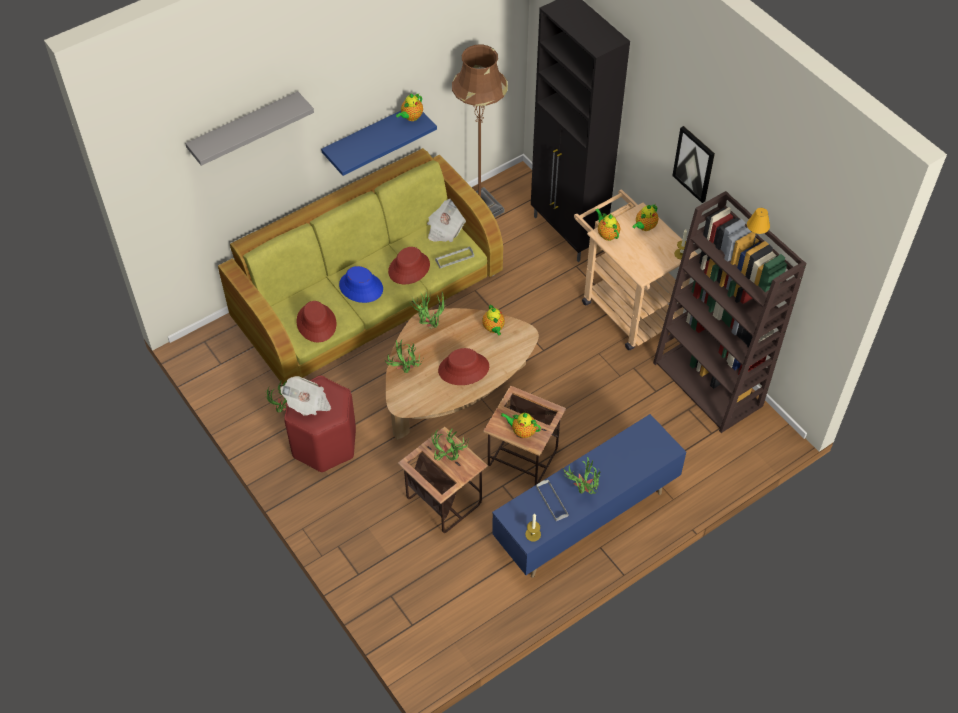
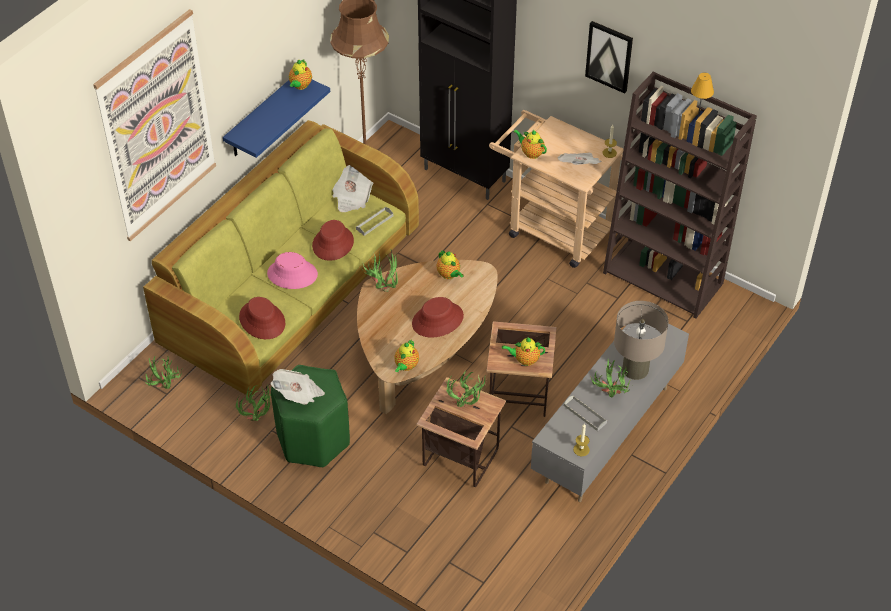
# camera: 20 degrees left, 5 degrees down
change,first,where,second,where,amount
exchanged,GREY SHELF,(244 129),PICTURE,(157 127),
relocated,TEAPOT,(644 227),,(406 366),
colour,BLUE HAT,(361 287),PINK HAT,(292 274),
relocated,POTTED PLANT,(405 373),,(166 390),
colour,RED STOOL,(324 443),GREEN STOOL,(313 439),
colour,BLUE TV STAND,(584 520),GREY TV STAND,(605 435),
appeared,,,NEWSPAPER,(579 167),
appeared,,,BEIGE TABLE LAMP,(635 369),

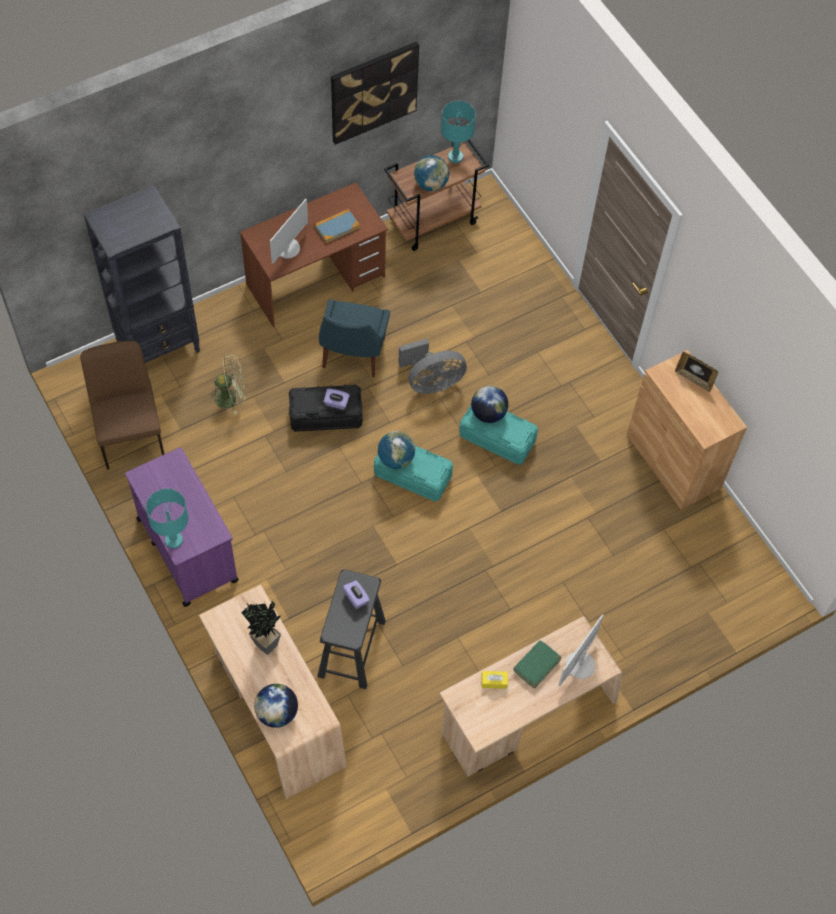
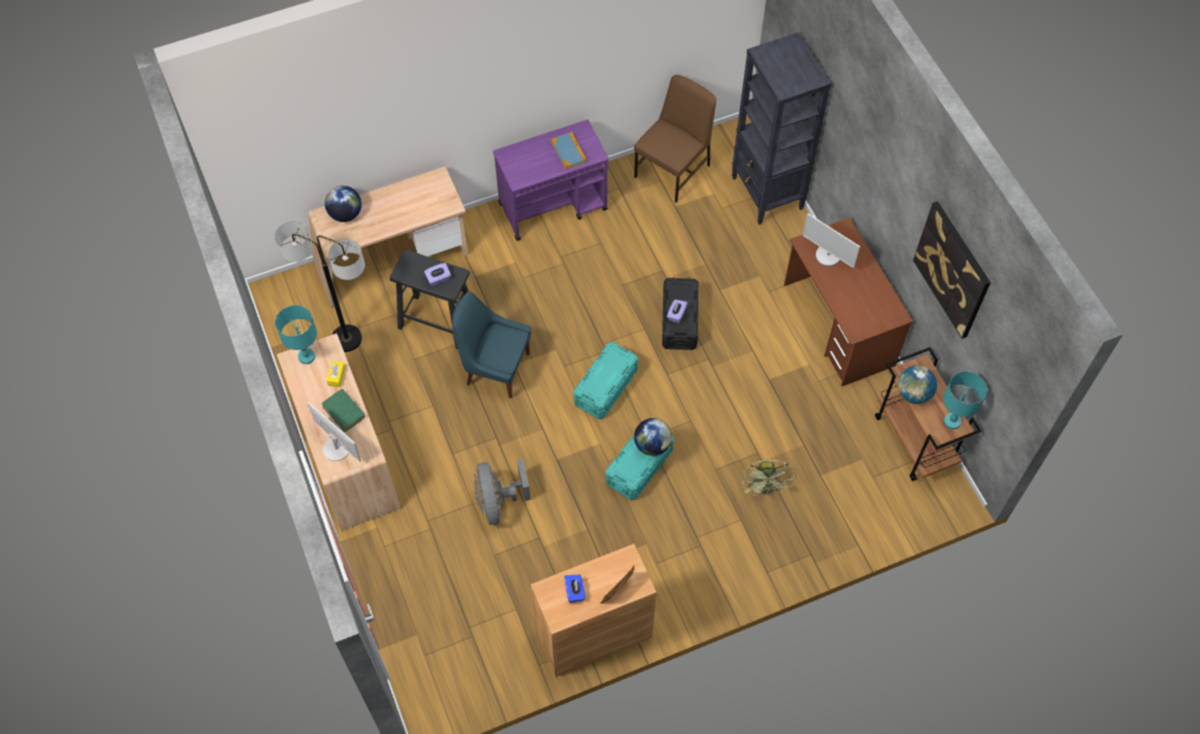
# camera: 100 degrees right, 0 degrees up
change,first,where,second,where,amount
relocated,BOOK,(337 227),,(569 152),
relocated,BLUE CHAIR,(352 355),,(495 368),
relocated,GREY FAN,(431 382),,(498 502),
spun,BROWN CHAIR,(131 434),,(673 170),45 degrees counterclockwise
relocated,GREEN FAN,(231 397),,(765 489),
missing,GLOBE,(396 458),,,
relocated,TURQUOISE TABLE LAMP,(174 540),,(306 357),
missing,POTTED PLANT,(265 641),,,
appeared,,,FLOOR LAMP,(346 338),
appeared,,,BLUE TISSUE BOX,(575 591),

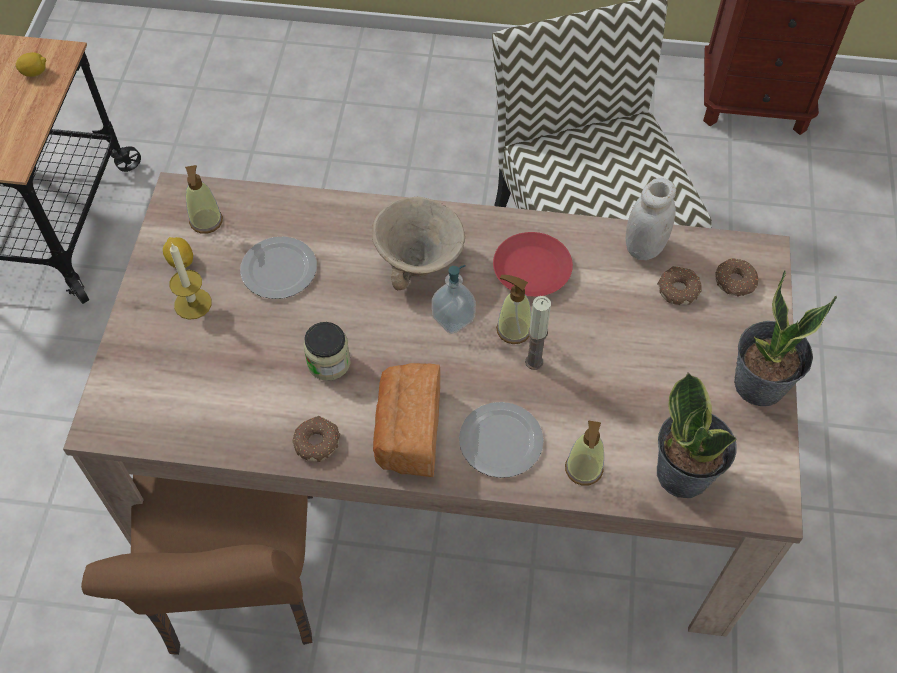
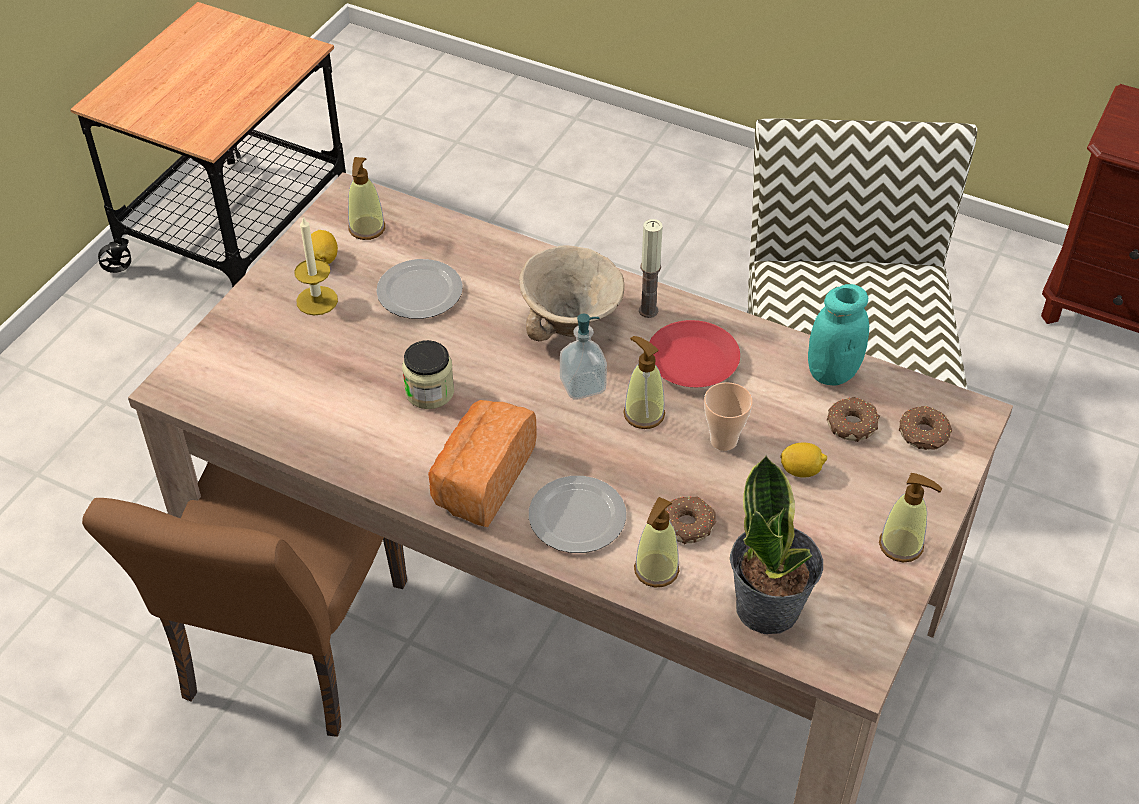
# camera: 20 degrees right, 10 degrees down
change,first,where,second,where,amount
relocated,LEMON,(35 72),,(801 470),
colour,WHITE JAR,(644 247),TURQUOISE JAR,(832 372),
exchanged,POTTED PLANT,(759 385),SOAP DISPENSER,(901 545),
relocated,CANDLE,(534 361),,(648 310),
relocated,DONUT,(317 442),,(687 524),
appeared,,,CUP,(723 440),

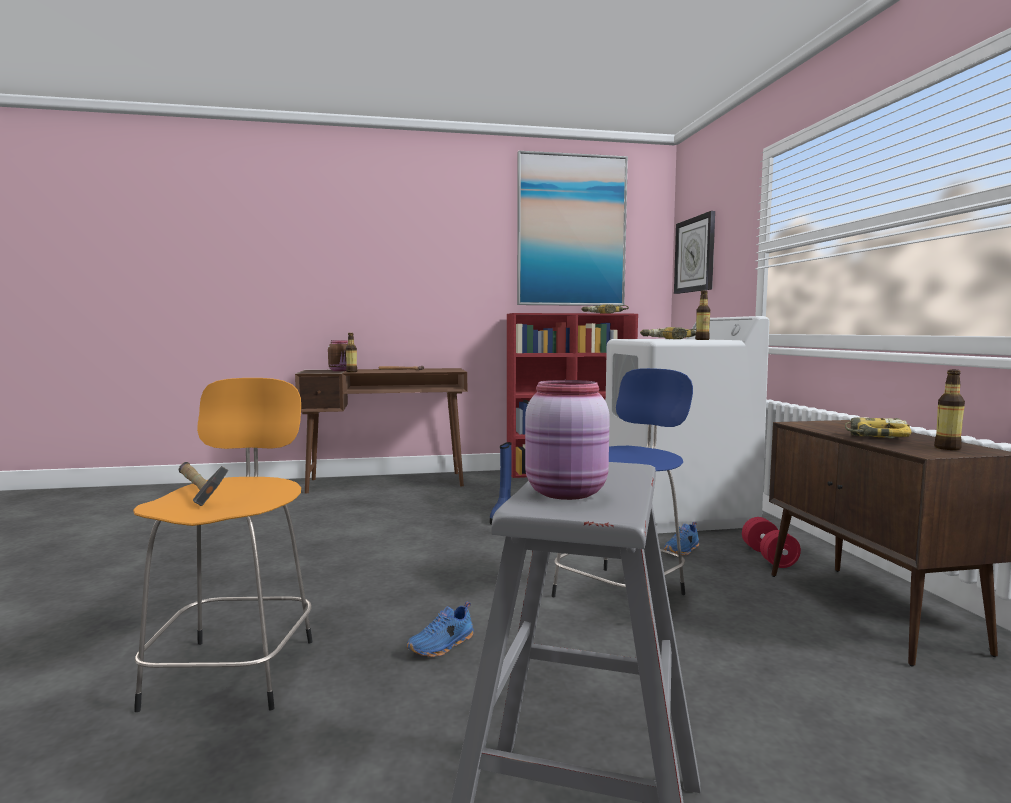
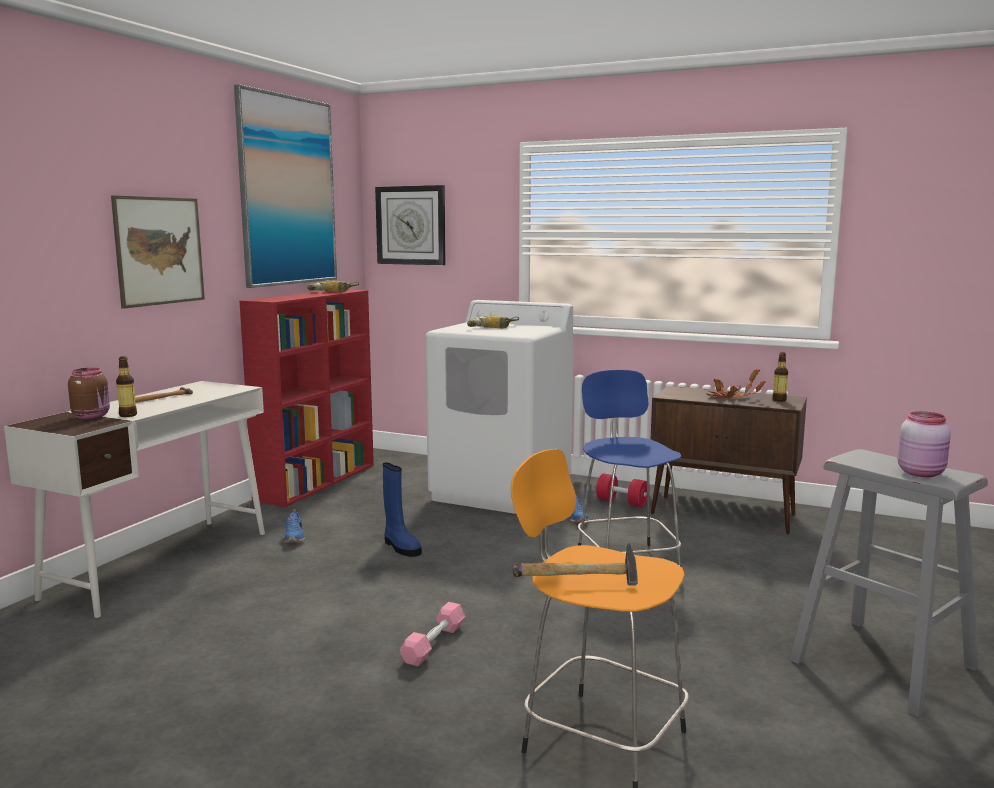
# camera: 55 degrees left, 5 degrees up
change,first,where,second,where,amount
missing,BOTTLE,(702 339),,,
colour,BROWN DESK,(387 482),WHITE DESK,(161 563),
exchanged,POWER DRILL,(875 436),POTTED PLANT,(730 398),
relocated,BLUE SHOE,(442 646),,(295 537),
appeared,,,PICTURE,(159 251),
appeared,,,PINK DUMBBELL,(434 644),

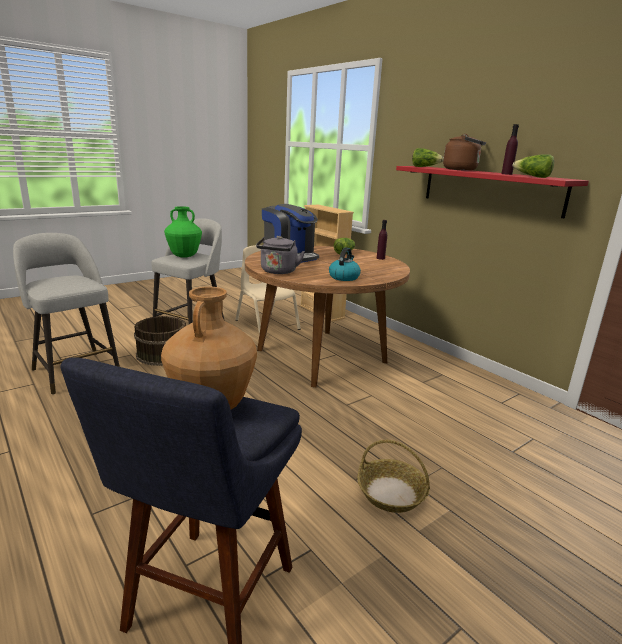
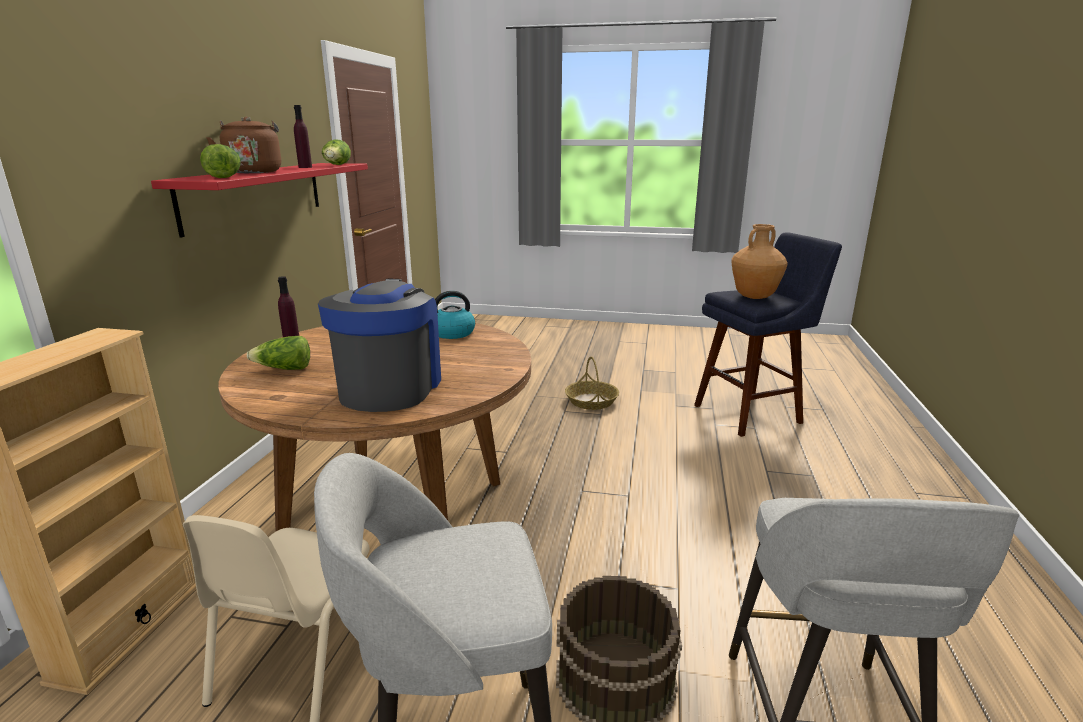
# camera: 130 degrees left, 0 degrees up
change,first,where,second,where,amount
missing,GREEN VASE,(184 256),,,
missing,GREY KETTLE,(278 272),,,

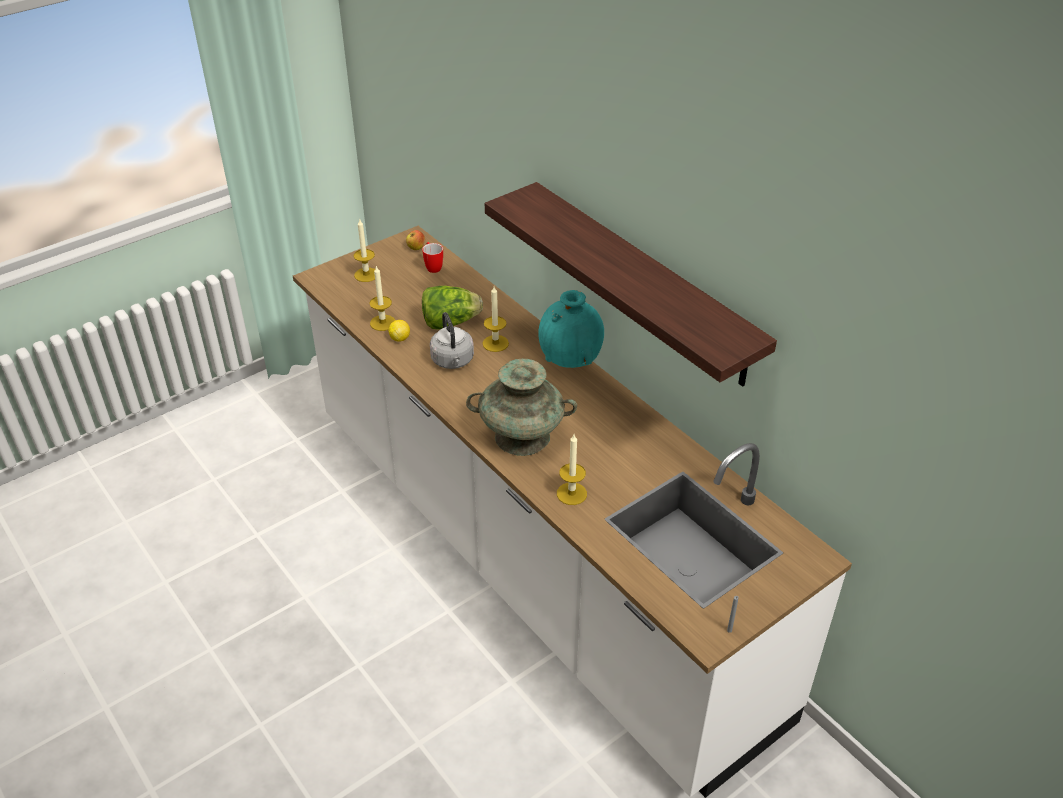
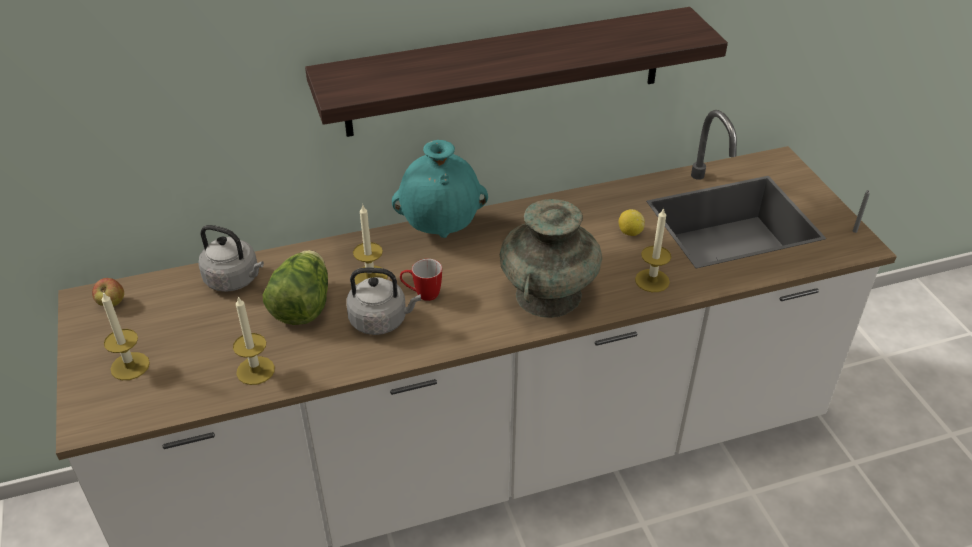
# camera: 70 degrees left, 0 degrees up
change,first,where,second,where,amount
relocated,MUG,(432 266),,(422 294),
relocated,LEMON,(400 338),,(630 232),
appeared,,,GREY KETTLE,(235 280),

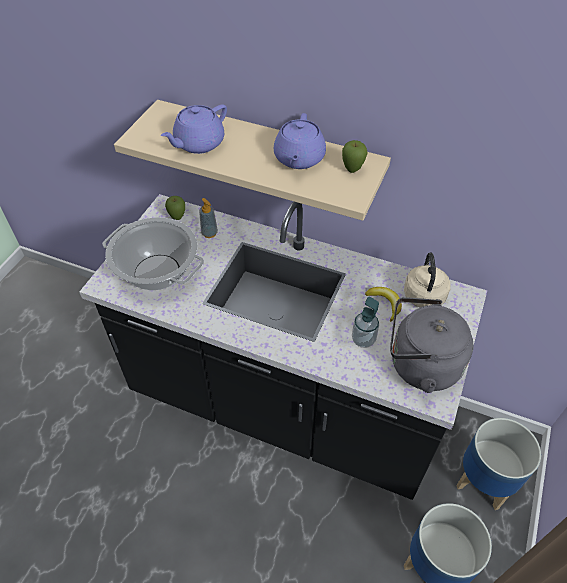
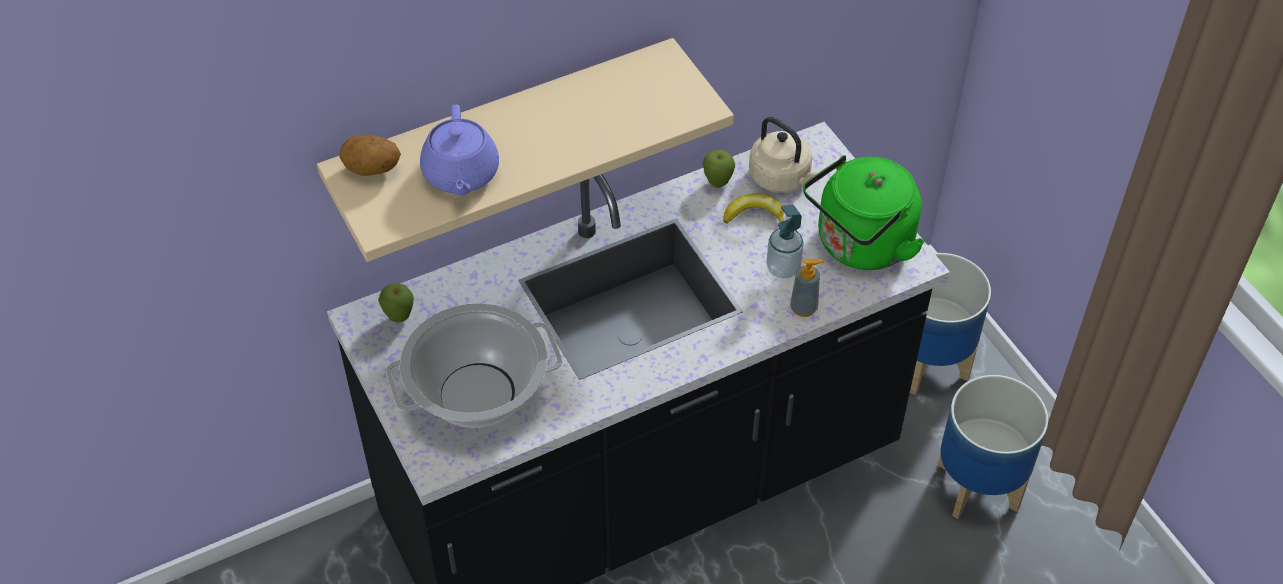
# camera: 50 degrees left, 0 degrees up
change,first,where,second,where,amount
missing,PURPLE TEAPOT,(299 159),,,
relocated,APPLE,(352 170),,(717 183),
relocated,SOAP DISPENSER,(209 233),,(803 308),
colour,GREY KETTLE,(419 365),GREEN KETTLE,(860 246),
appeared,,,POTATO,(372 170),

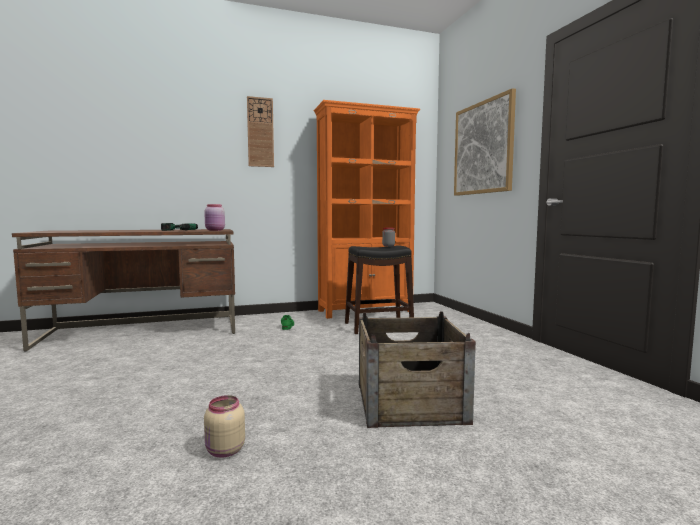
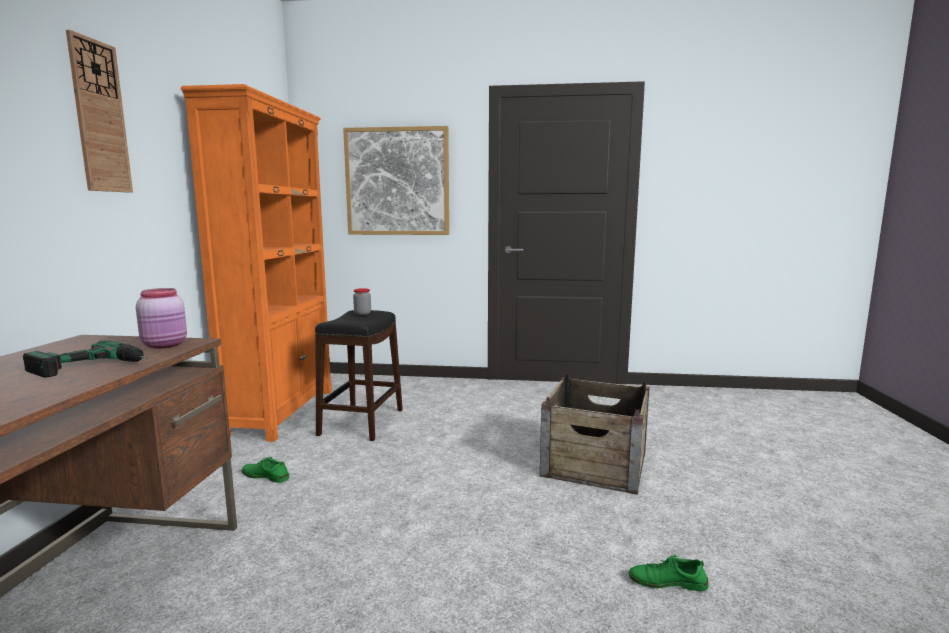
# camera: 65 degrees left, 5 degrees up
change,first,where,second,where,amount
exchanged,BEIGE JAR,(224 451),GREEN SHOE,(667 582),

